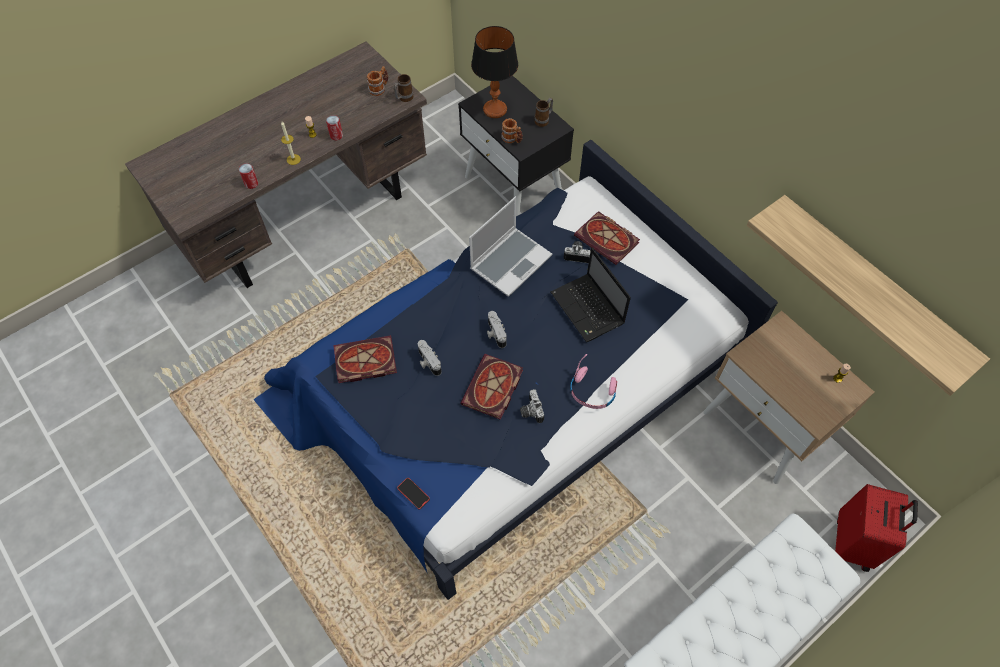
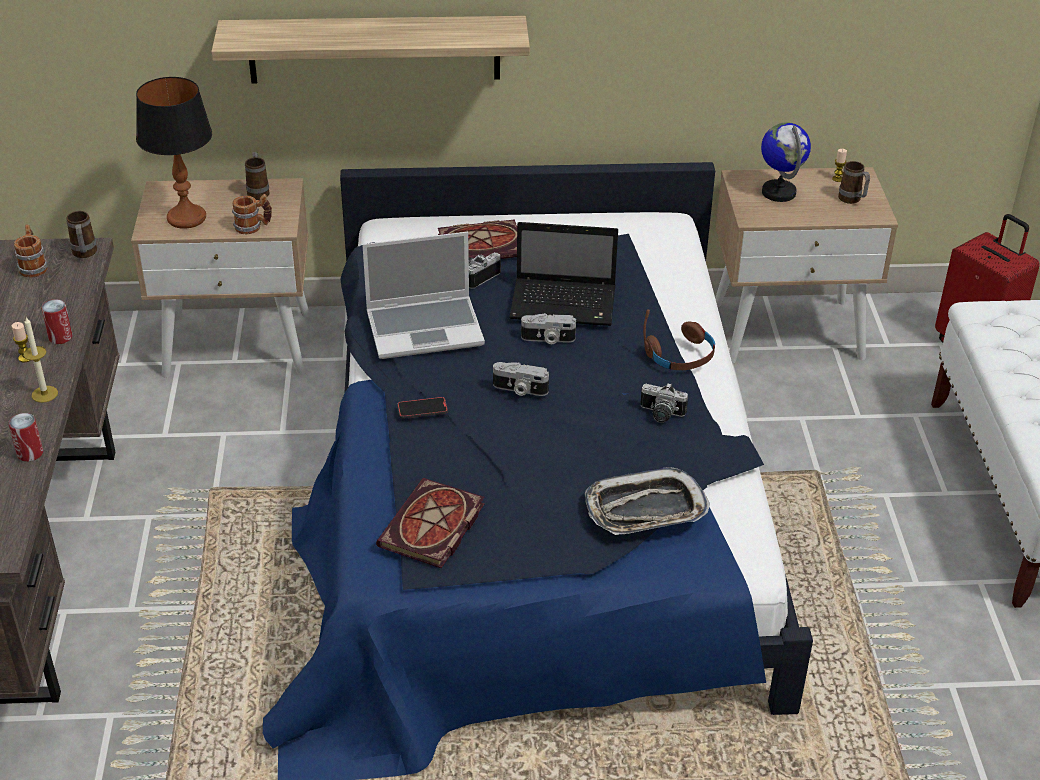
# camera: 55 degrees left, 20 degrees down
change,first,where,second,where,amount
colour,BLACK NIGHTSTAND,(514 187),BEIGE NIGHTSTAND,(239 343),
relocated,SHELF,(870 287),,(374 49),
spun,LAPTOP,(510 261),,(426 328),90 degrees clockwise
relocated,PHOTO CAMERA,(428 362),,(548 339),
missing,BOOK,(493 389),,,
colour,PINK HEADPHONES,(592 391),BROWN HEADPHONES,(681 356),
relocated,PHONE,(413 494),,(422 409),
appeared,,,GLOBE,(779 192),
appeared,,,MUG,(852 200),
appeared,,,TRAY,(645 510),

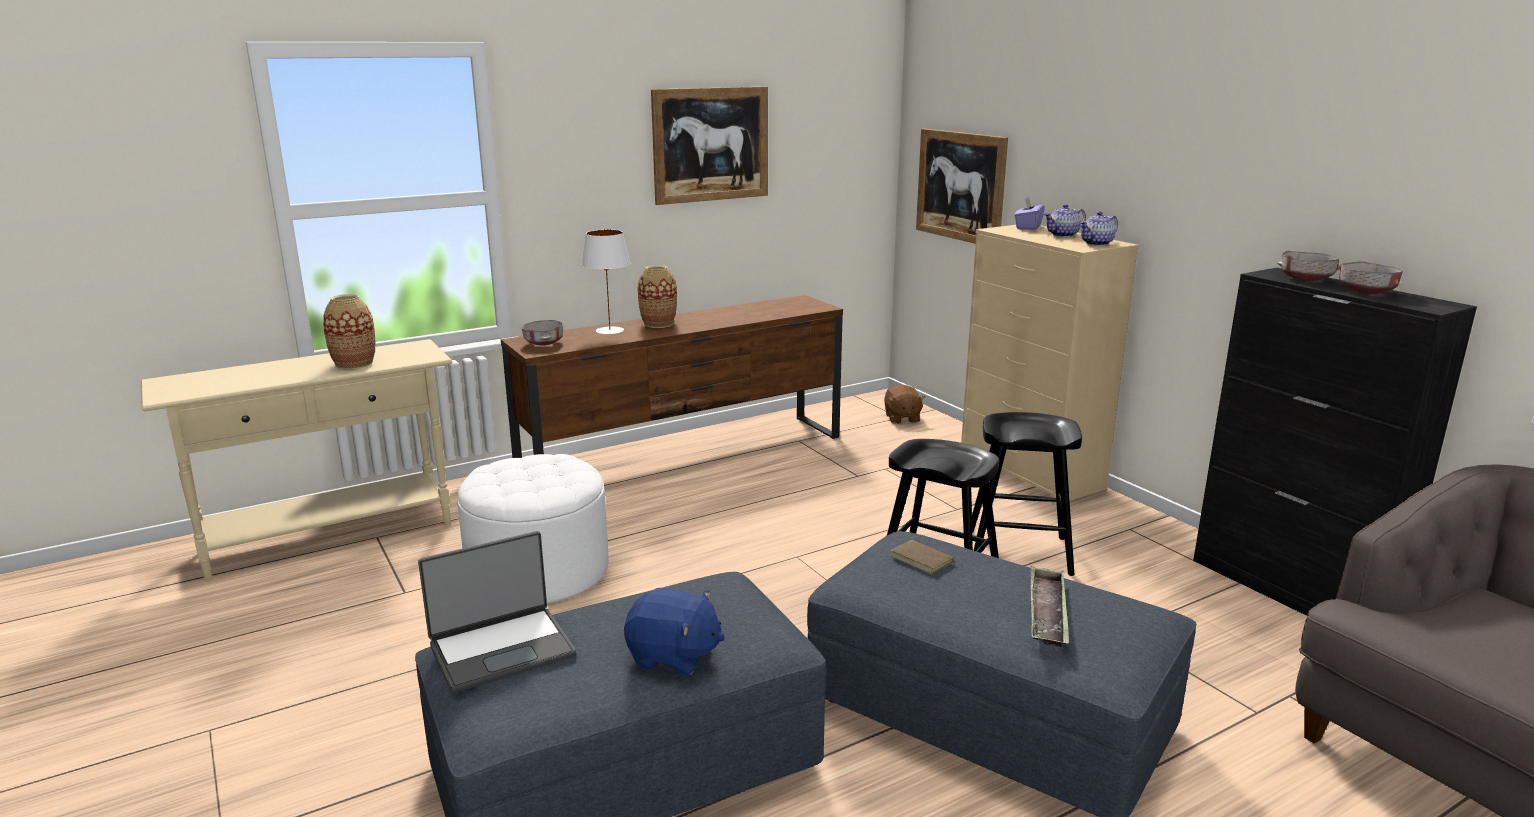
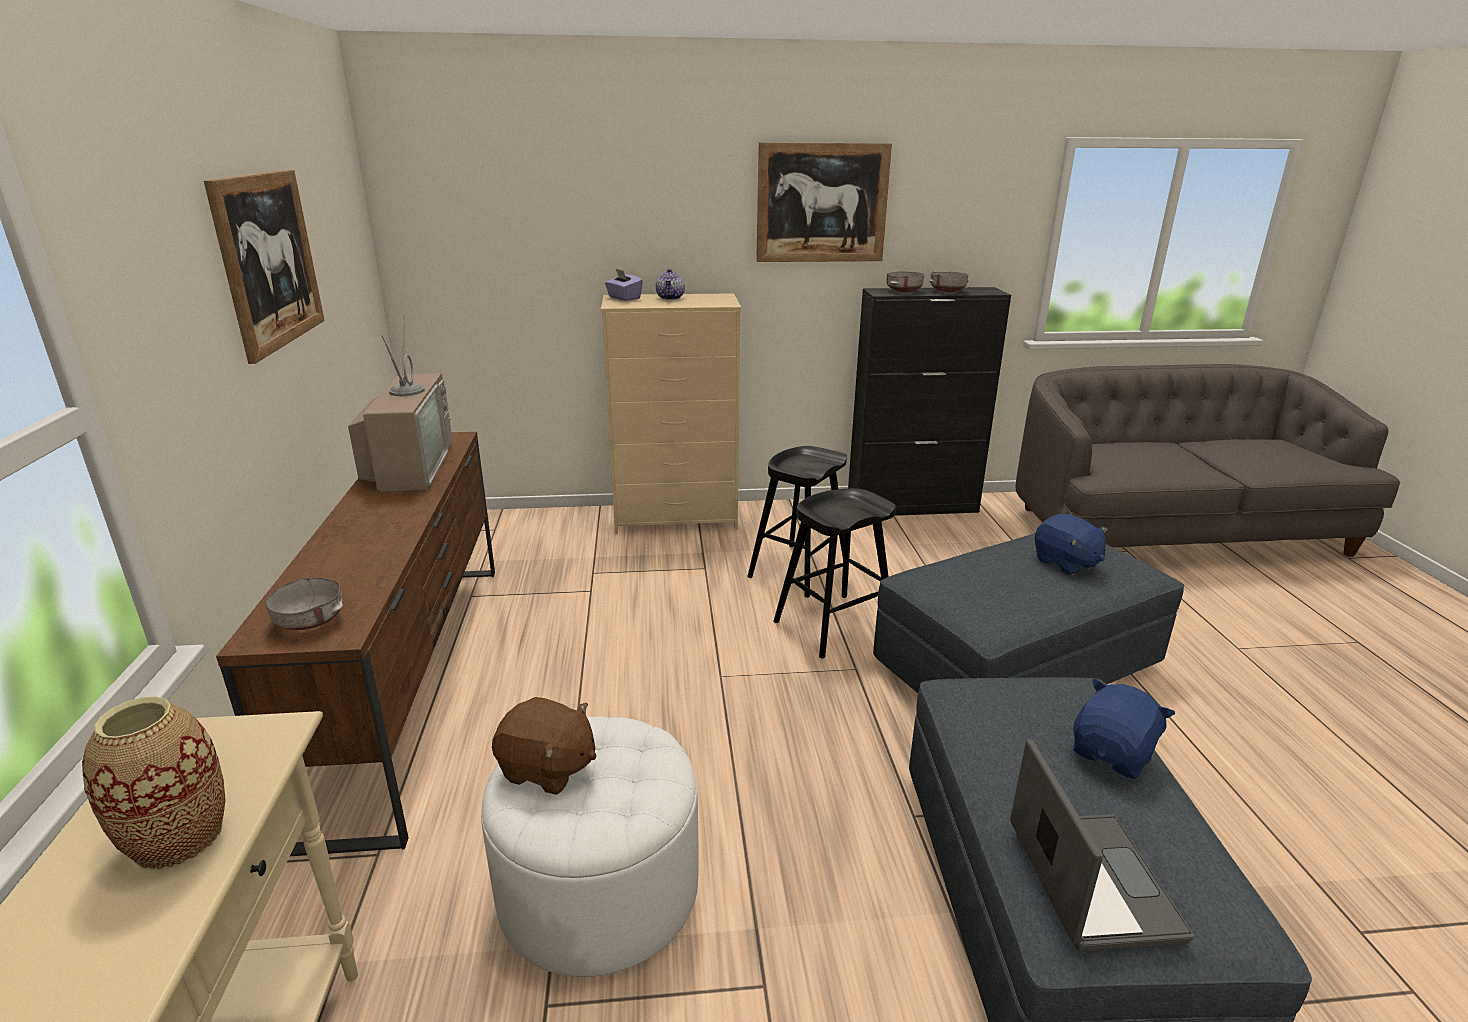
# camera: 65 degrees left, 5 degrees up
change,first,where,second,where,amount
relocated,PICTURE,(960 186),,(822 203),
missing,TEAPOT,(1097 243),,,
missing,WHITE TABLE LAMP,(609 330),,,
missing,VASE,(658 324),,,
relocated,BROWN PLUSH TOY,(902 418),,(547 769),
missing,BROWN BOOK,(923 559),,,
exchanged,TRAY,(1047 612),BLUE PLUSH TOY,(1066 563),
appeared,,,TELEVISION,(409 466),

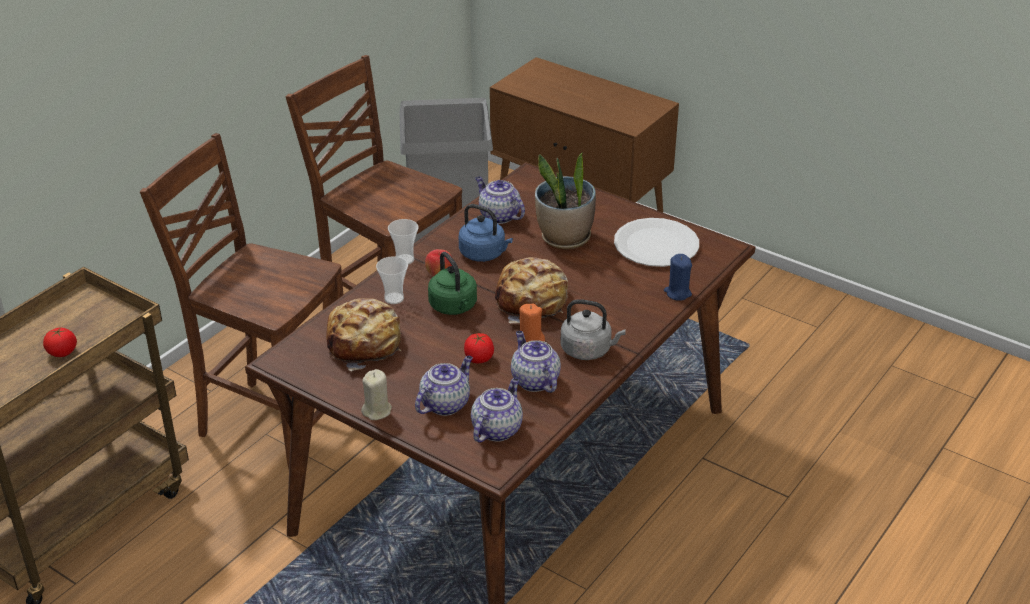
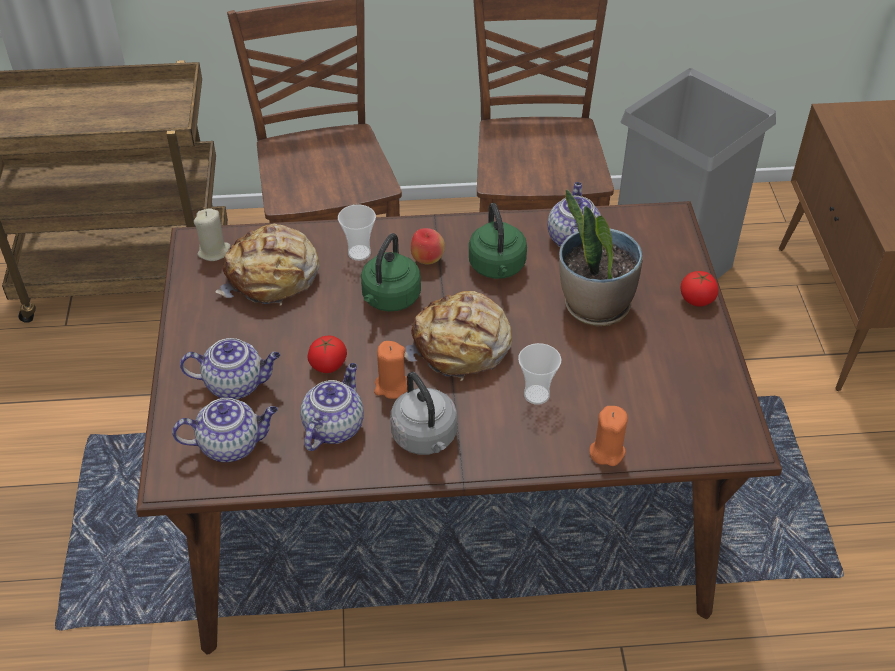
# camera: 50 degrees right, 10 degrees up
change,first,where,second,where,amount
colour,BLUE KETTLE,(484 254),GREEN KETTLE,(497 267),
missing,WHITE PLATE,(656 245),,,
relocated,CUP,(404 259),,(536 395),
colour,BLUE CANDLE,(677 293),ORANGE CANDLE,(606 451),
relocated,TOMATO,(62 352),,(696 299),
relocated,BEIGE CANDLE,(377 411),,(214 251),

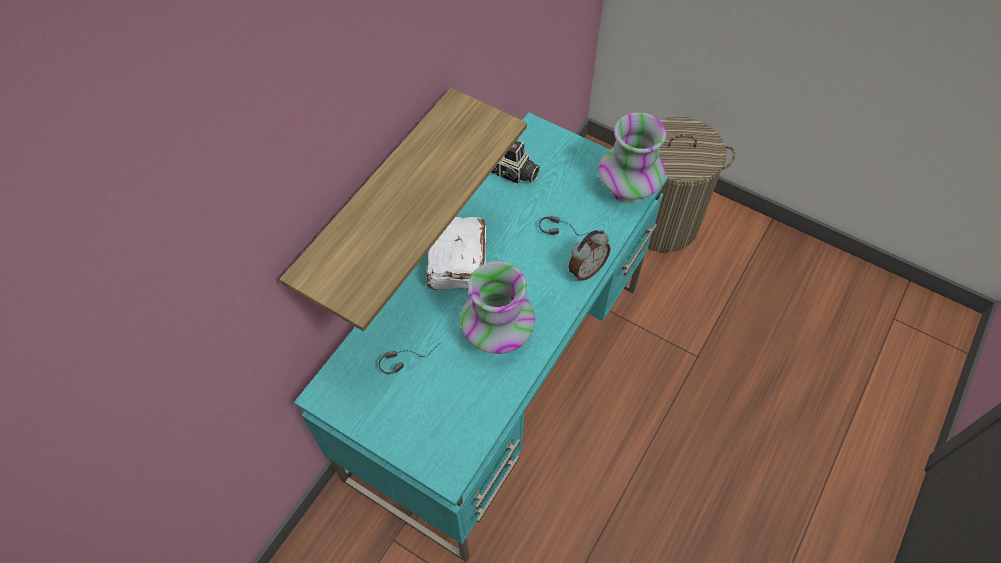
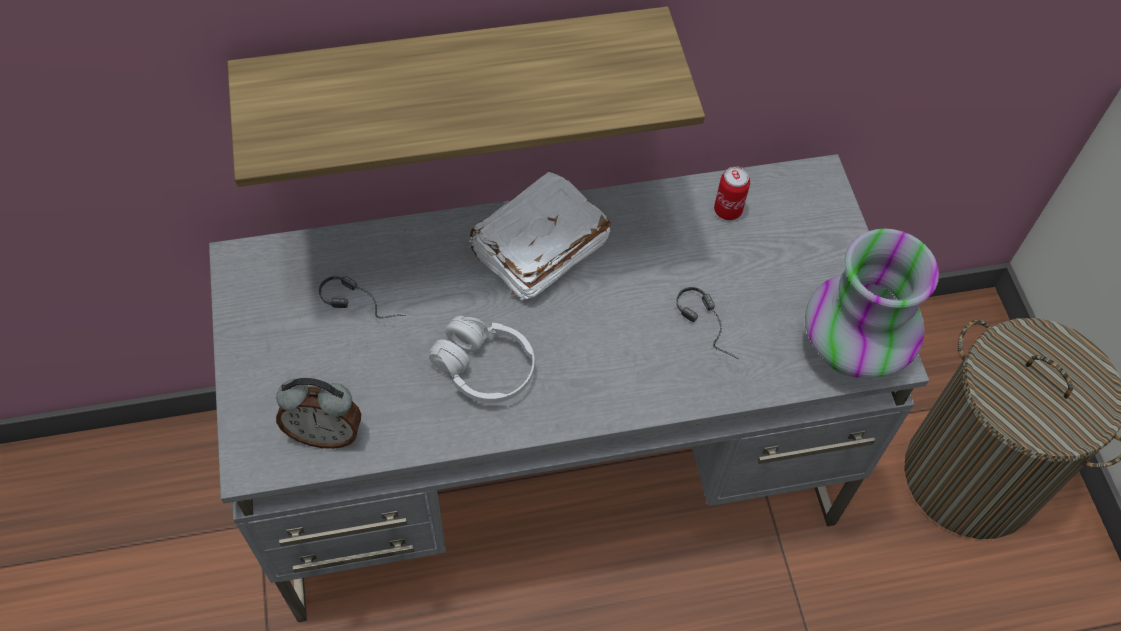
# camera: 45 degrees right, 0 degrees up
change,first,where,second,where,amount
colour,TURQUOISE DESK,(499 377),GREY DESK,(555 467),
exchanged,PHOTO CAMERA,(514 174),CAN,(728 210),
relocated,ALARM CLOCK,(586 269),,(325 433),
exchanged,VASE,(498 334),WHITE HEADPHONES,(484 369),

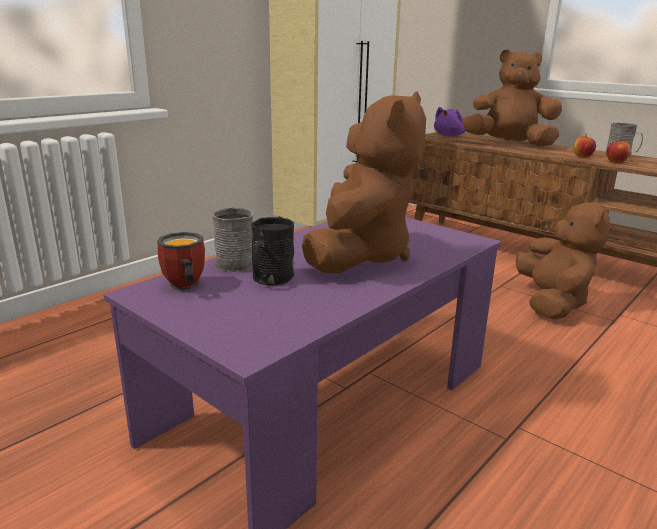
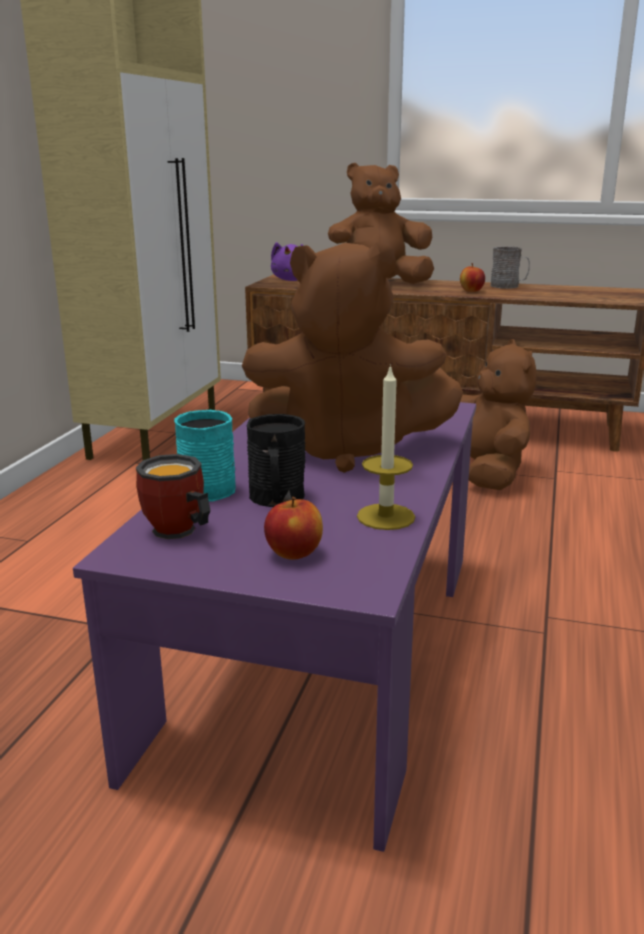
# camera: 25 degrees left, 0 degrees up
change,first,where,second,where,amount
spun,BROWN PLUSH TOY,(359 255),,(347 449),105 degrees clockwise
relocated,APPLE,(616 162),,(294 553),
colour,GREY MUG,(238 262),TURQUOISE MUG,(208 486),
appeared,,,CANDLE,(385 517),

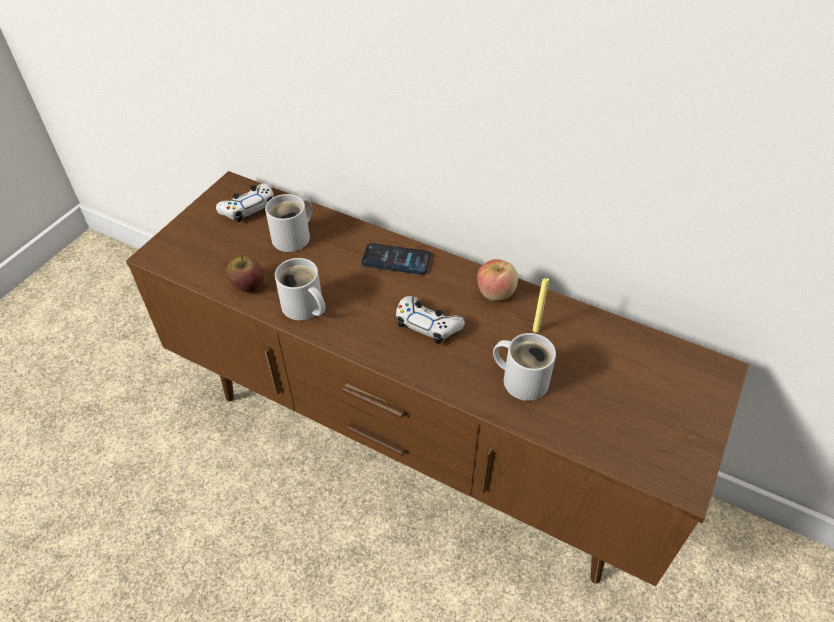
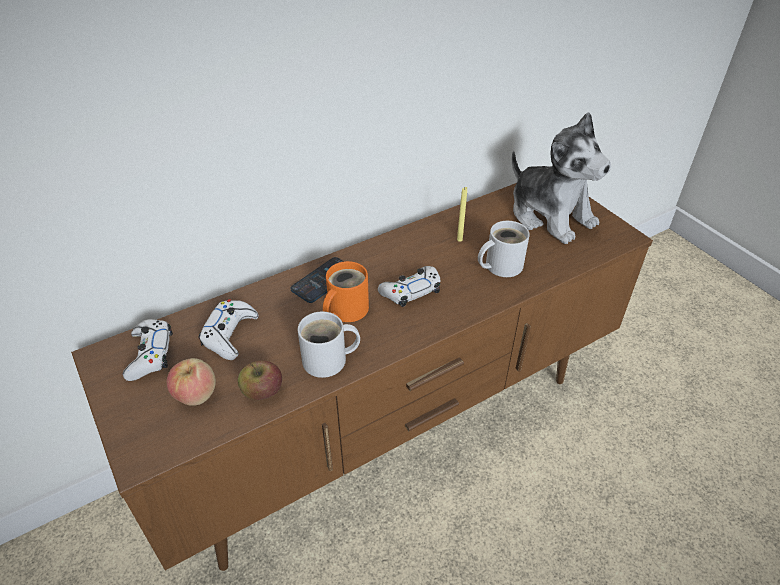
# camera: 60 degrees left, 5 degrees down
change,first,where,second,where,amount
exchanged,WHITE MUG,(294 237),WHITE GAME CONTROLLER,(230 334),
relocated,APPLE,(495 292),,(195 394),
appeared,,,PLUSH TOY,(550 215),
appeared,,,ORANGE MUG,(344 310),

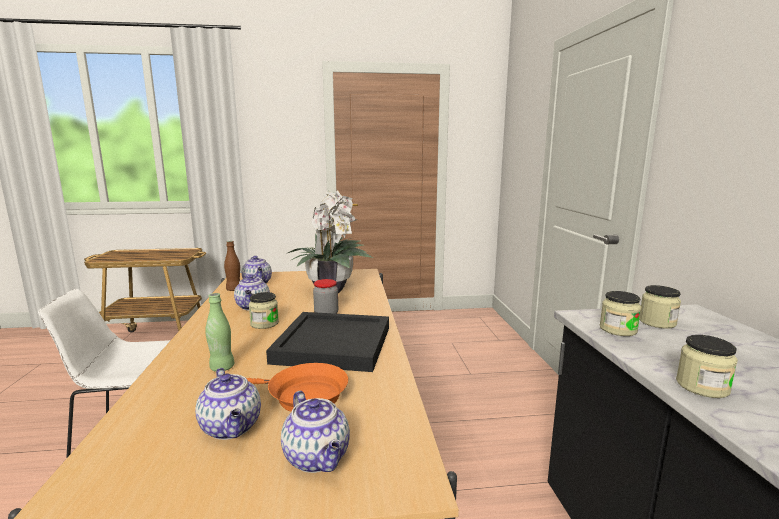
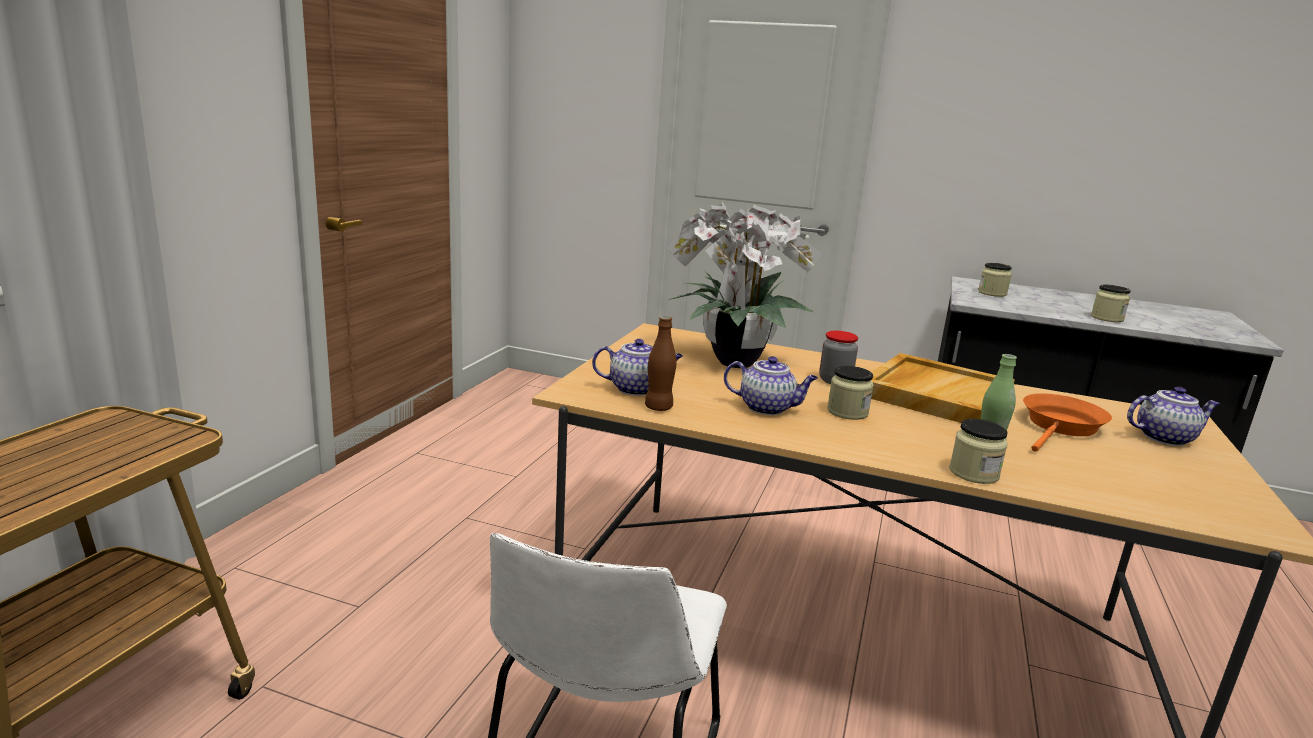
# camera: 65 degrees left, 5 degrees up
change,first,where,second,where,amount
relocated,JAR,(618 329),,(973 473),
colour,BLACK TRAY,(335 344),BEIGE TRAY,(935 394),
missing,TEAPOT,(232 428),,,

